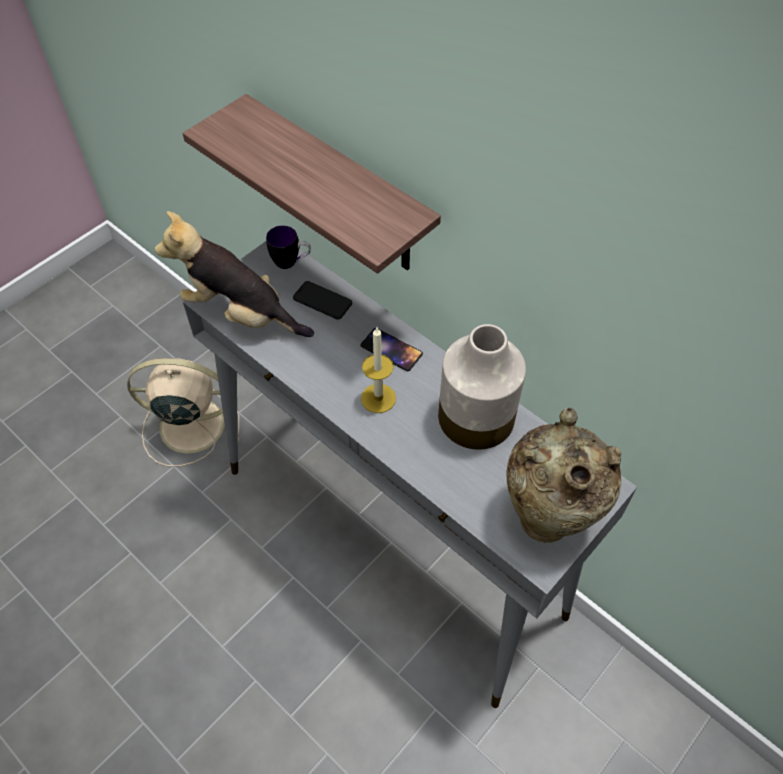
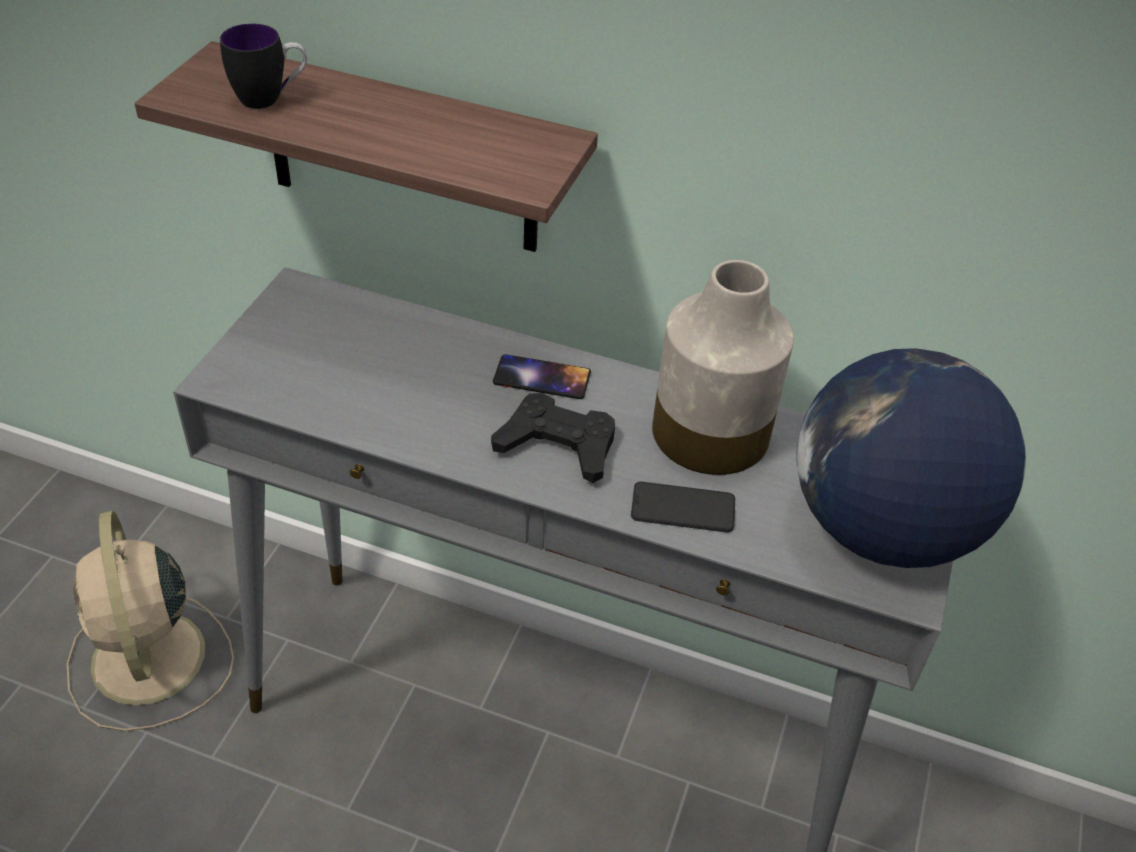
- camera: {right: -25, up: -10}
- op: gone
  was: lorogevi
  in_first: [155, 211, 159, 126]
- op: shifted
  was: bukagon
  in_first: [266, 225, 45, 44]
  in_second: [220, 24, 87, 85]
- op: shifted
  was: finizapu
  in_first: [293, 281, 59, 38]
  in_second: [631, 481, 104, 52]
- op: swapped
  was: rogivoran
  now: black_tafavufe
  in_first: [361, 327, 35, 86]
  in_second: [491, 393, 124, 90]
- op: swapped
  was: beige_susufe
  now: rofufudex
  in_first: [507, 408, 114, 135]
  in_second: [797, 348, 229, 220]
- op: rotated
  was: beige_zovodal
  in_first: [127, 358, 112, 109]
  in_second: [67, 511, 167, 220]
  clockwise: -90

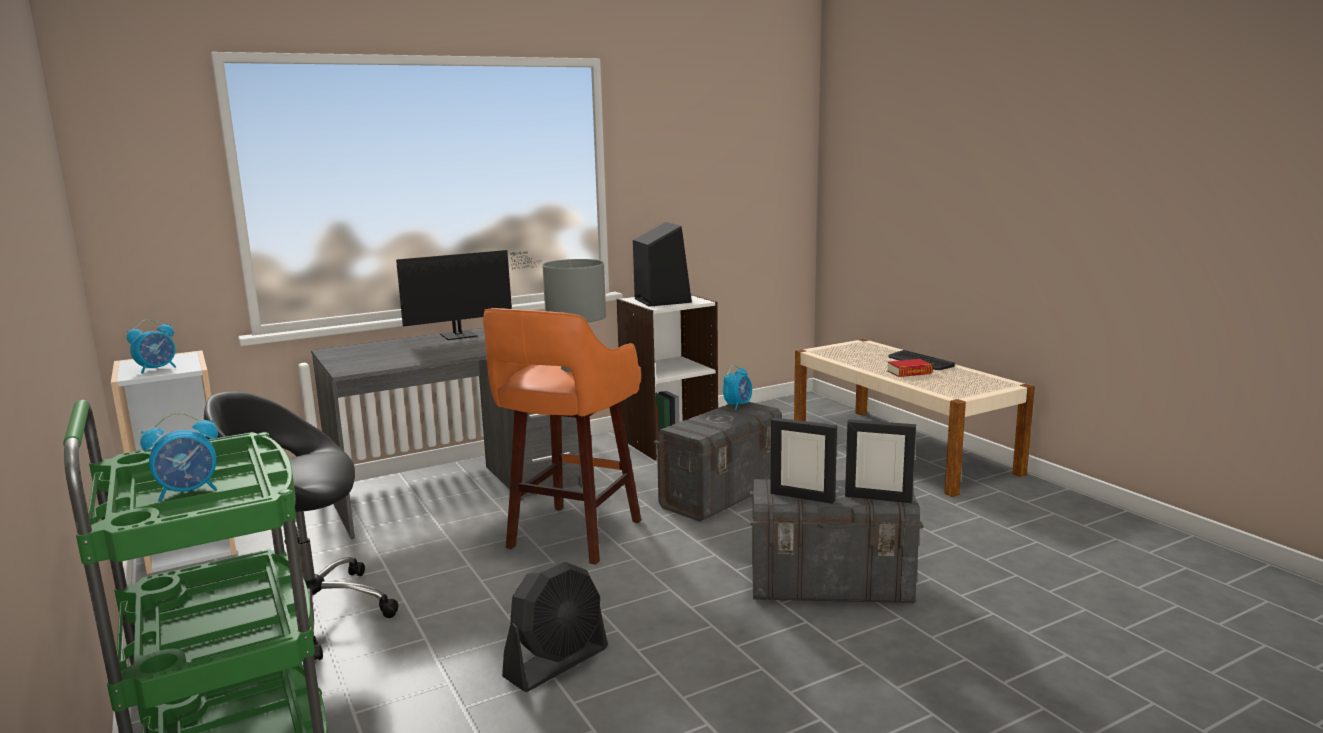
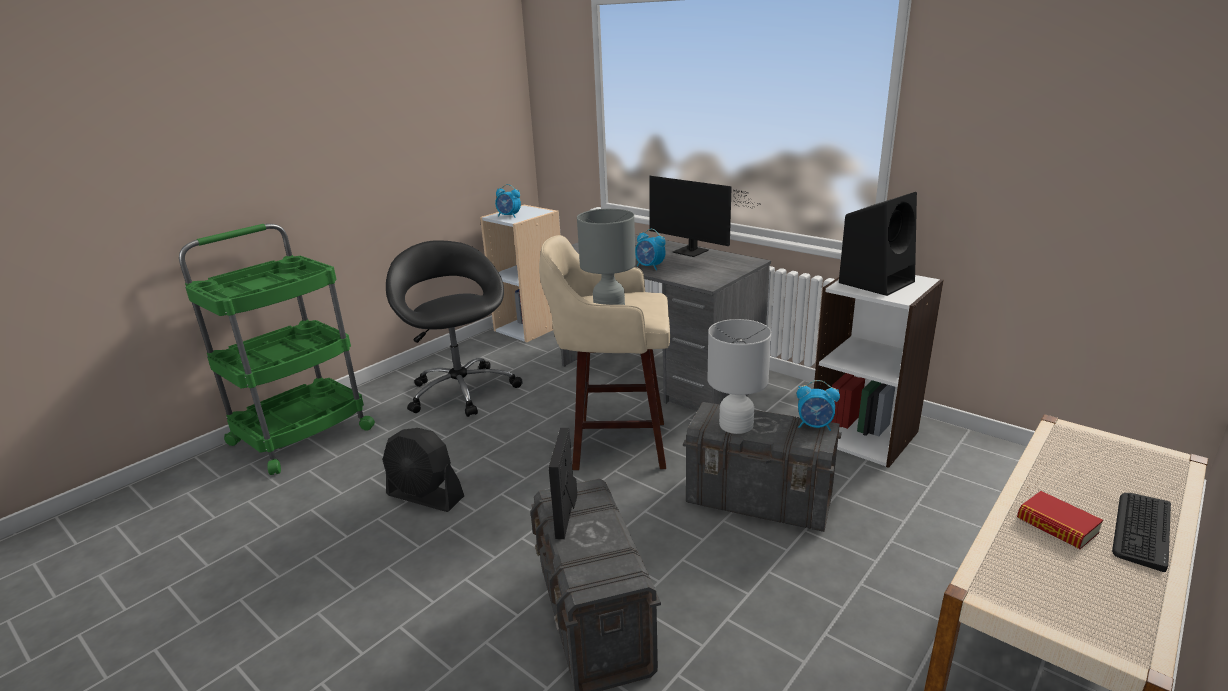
- camera: {right: 70, up: 10}
- op: gone
  was: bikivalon
  in_first: [845, 419, 71, 84]
- op: new
  now: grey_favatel
  in_second: [708, 319, 63, 115]
- op: shifted
  was: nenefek
  in_first: [140, 412, 78, 90]
  in_second: [635, 229, 31, 41]
- op: repainted
  was: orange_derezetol
  now: beige_derezetol
  in_first: [483, 308, 158, 257]
  in_second: [539, 235, 131, 235]

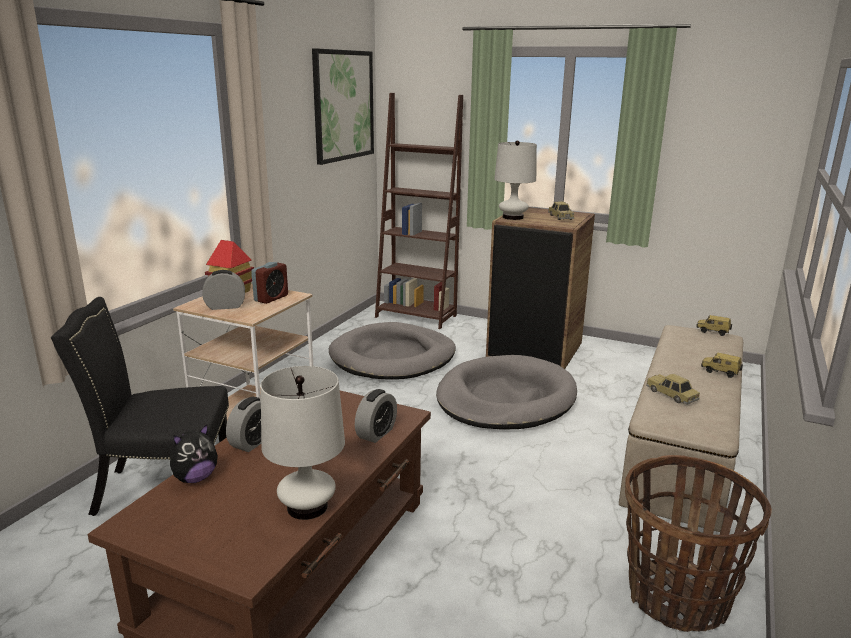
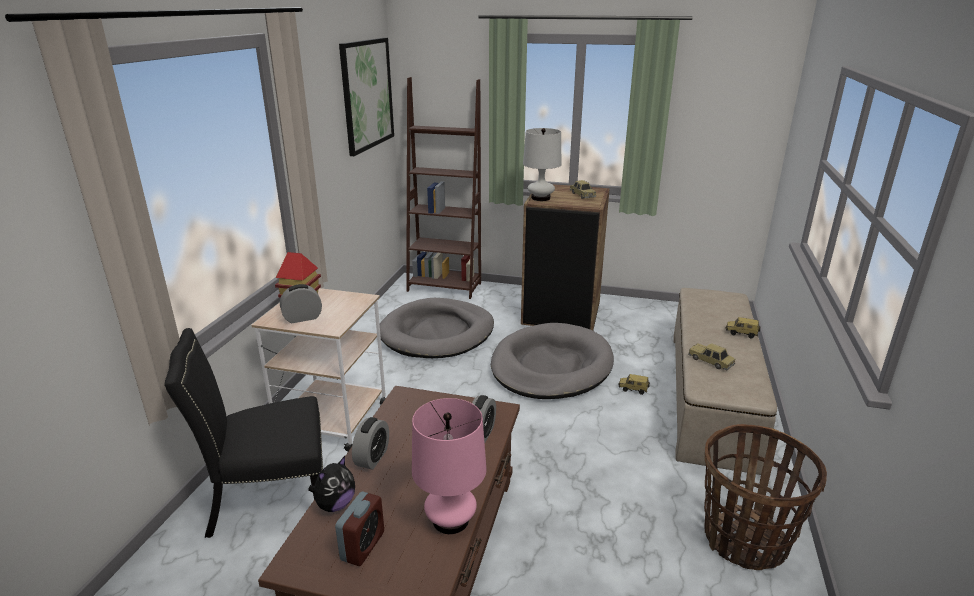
- camera: {right: -10, up: 5}
- op: shifted
  was: nenefek
  in_first: [251, 262, 37, 42]
  in_second: [335, 491, 49, 75]
- op: shifted
  was: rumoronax
  in_first: [696, 315, 36, 21]
  in_second: [618, 374, 32, 21]
- op: repainted
  was: white_favatel
  now: pink_favatel
  in_first: [261, 366, 84, 154]
  in_second: [412, 398, 75, 136]

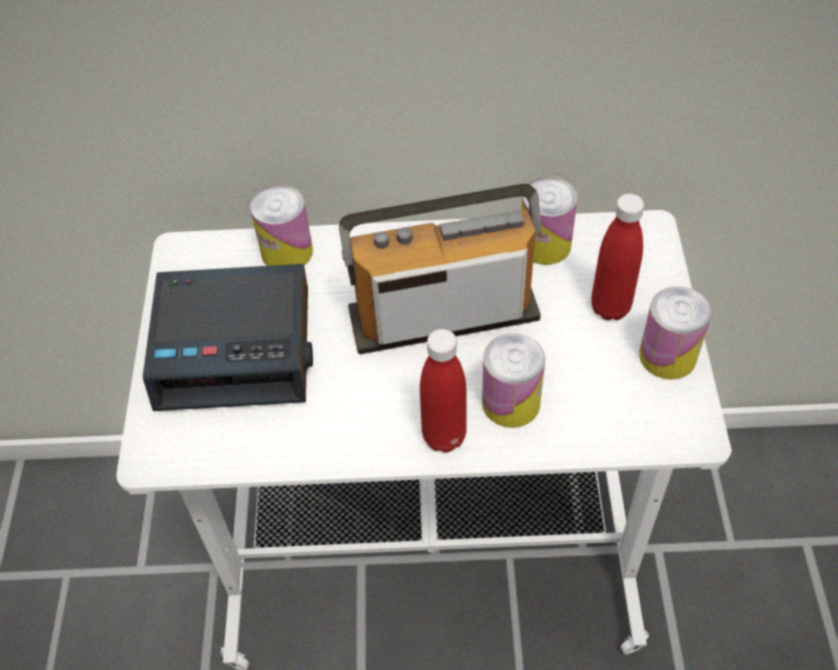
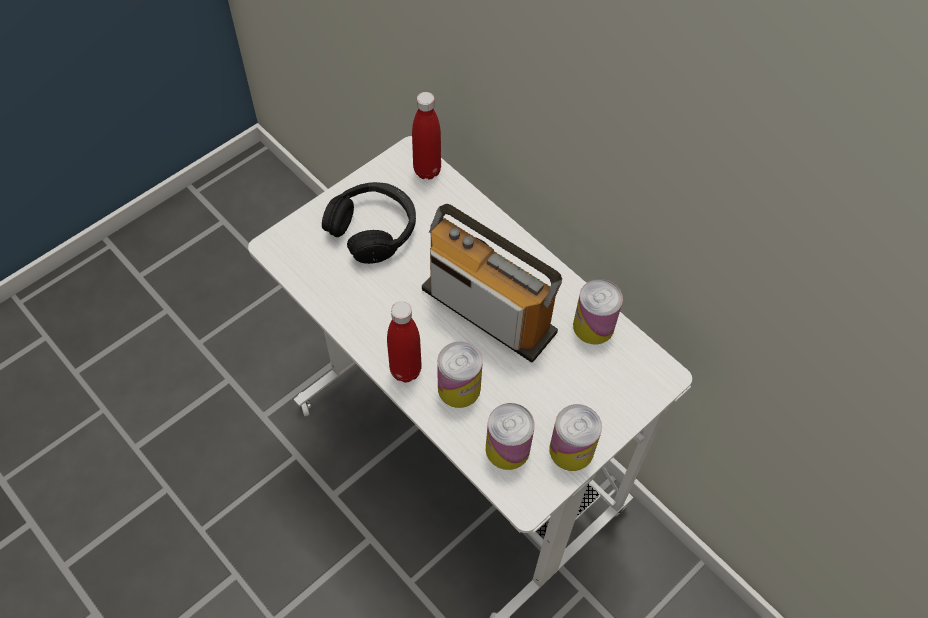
- camera: {right: 45, up: 5}
- op: shifted
  was: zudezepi
  in_first: [250, 185, 63, 81]
  in_second: [486, 403, 49, 67]
- op: shifted
  was: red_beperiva
  in_first: [591, 194, 53, 126]
  in_second: [412, 92, 29, 88]
- op: swapped
  was: nenefek
  now: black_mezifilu
  in_first: [143, 264, 170, 147]
  in_second: [322, 182, 94, 82]

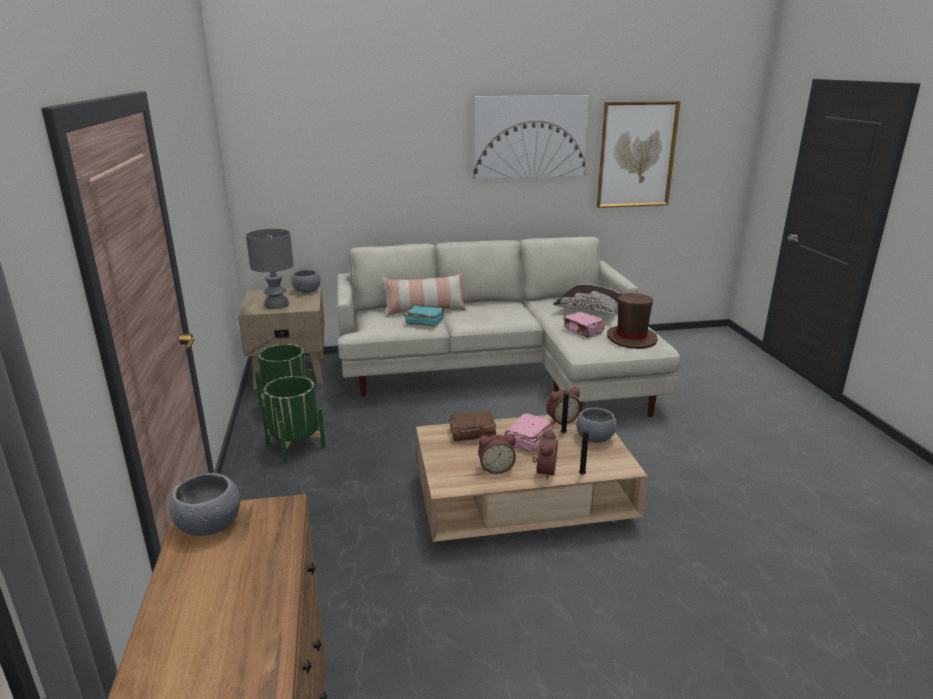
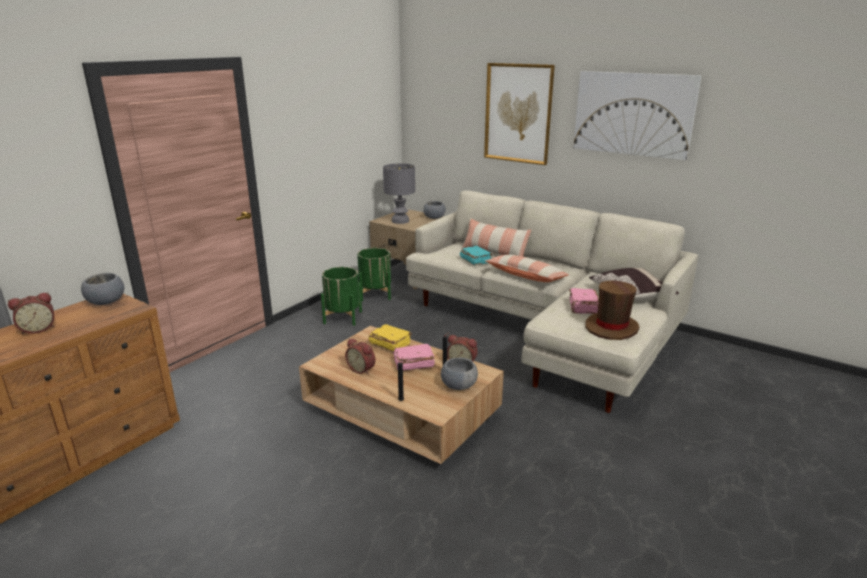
- camera: {right: 45, up: 0}
- op: new
  now: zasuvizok
  in_second: [485, 255, 84, 27]
- op: shifted
  was: nenefek
  in_first: [533, 429, 25, 51]
  in_second: [8, 292, 46, 42]
- op: shifted
  was: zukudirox
  in_first: [597, 101, 84, 107]
  in_second: [484, 63, 71, 102]
- op: repainted
  was: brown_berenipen
  now: yellow_berenipen
  in_first: [450, 411, 46, 31]
  in_second: [369, 324, 43, 28]

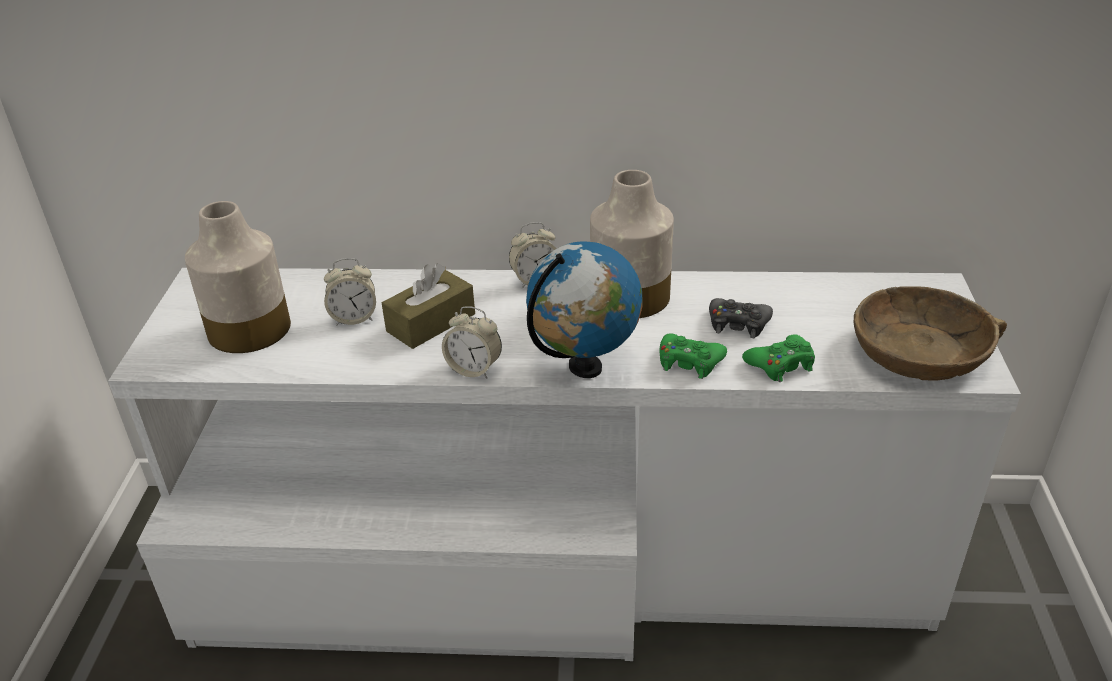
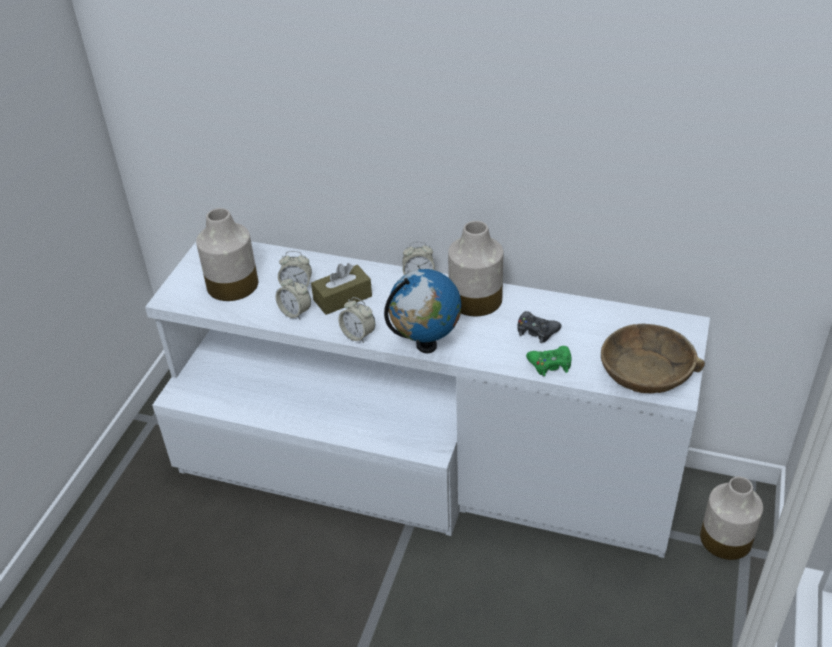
- camera: {right: 15, up: 5}
- op: gone
  was: green_tafavufe
  in_first: [660, 333, 67, 46]
- op: new
  now: nenefek
  in_second: [276, 275, 35, 45]
- op: new
  now: beige_susufe
  in_second: [700, 477, 63, 83]

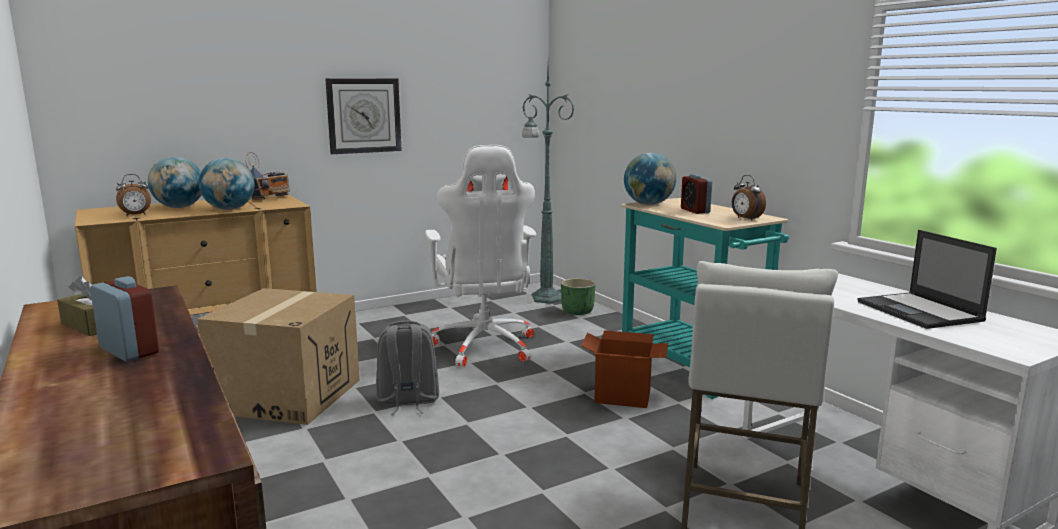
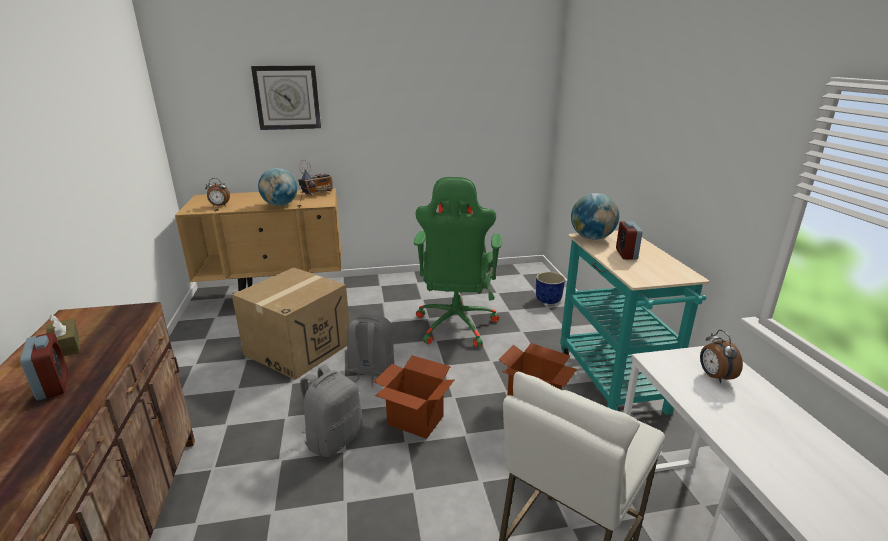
- camera: {right: 20, up: 10}
- op: gone
  was: rofufudex
  in_first: [148, 157, 54, 51]
- op: gone
  was: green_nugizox
  in_first: [522, 66, 53, 238]
- op: gone
  was: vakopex
  in_first: [858, 230, 139, 99]
- op: new
  now: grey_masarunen
  in_second: [300, 365, 62, 92]
- op: new
  now: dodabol
  in_second: [374, 355, 81, 84]
- op: shifted
  was: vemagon
  in_first: [325, 78, 77, 76]
  in_second: [251, 66, 70, 64]
- op: shifted
  was: nenefek
  in_first: [732, 175, 34, 45]
  in_second: [700, 330, 43, 53]
- op: repainted
  was: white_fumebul
  now: green_fumebul
  in_first: [425, 145, 111, 222]
  in_second: [414, 177, 88, 170]
- op: repainted
  was: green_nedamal
  now: blue_nedamal
  in_first: [561, 278, 35, 37]
  in_second: [536, 272, 29, 32]

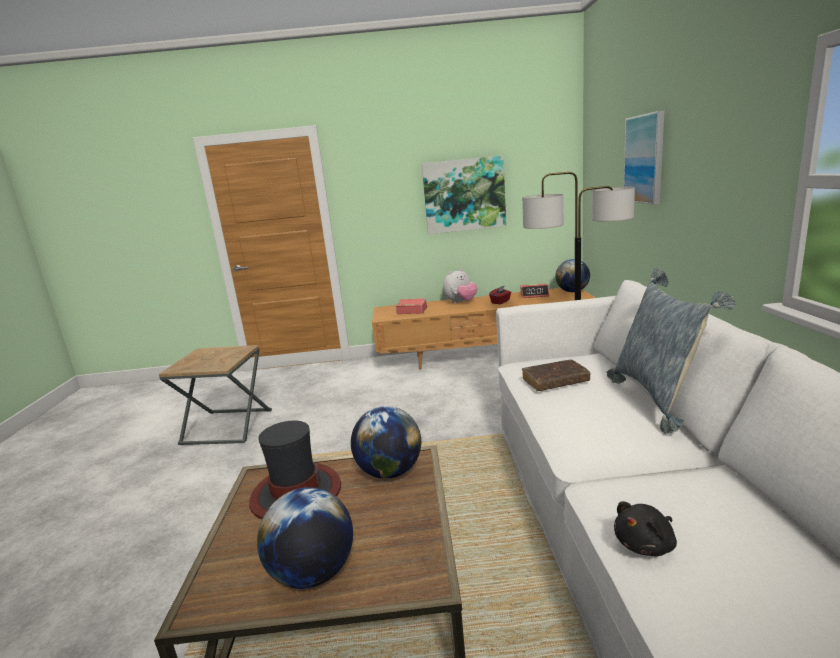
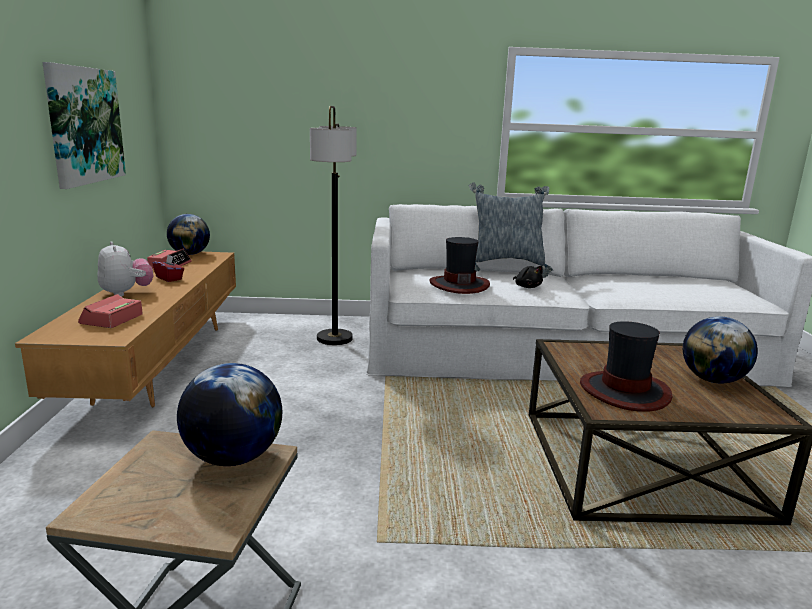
- camera: {right: -90, up: 0}
- op: gone
  was: zukudirox
  in_first: [624, 110, 41, 95]
- op: shifted
  was: rofufudex
  in_first: [351, 406, 70, 73]
  in_second: [177, 363, 105, 103]
- op: shifted
  was: black_lorogevi
  in_first: [614, 501, 63, 55]
  in_second: [513, 266, 30, 22]
- op: swapped
  was: brown_berenipen
  now: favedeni
  in_first: [522, 359, 69, 32]
  in_second: [429, 237, 61, 57]

